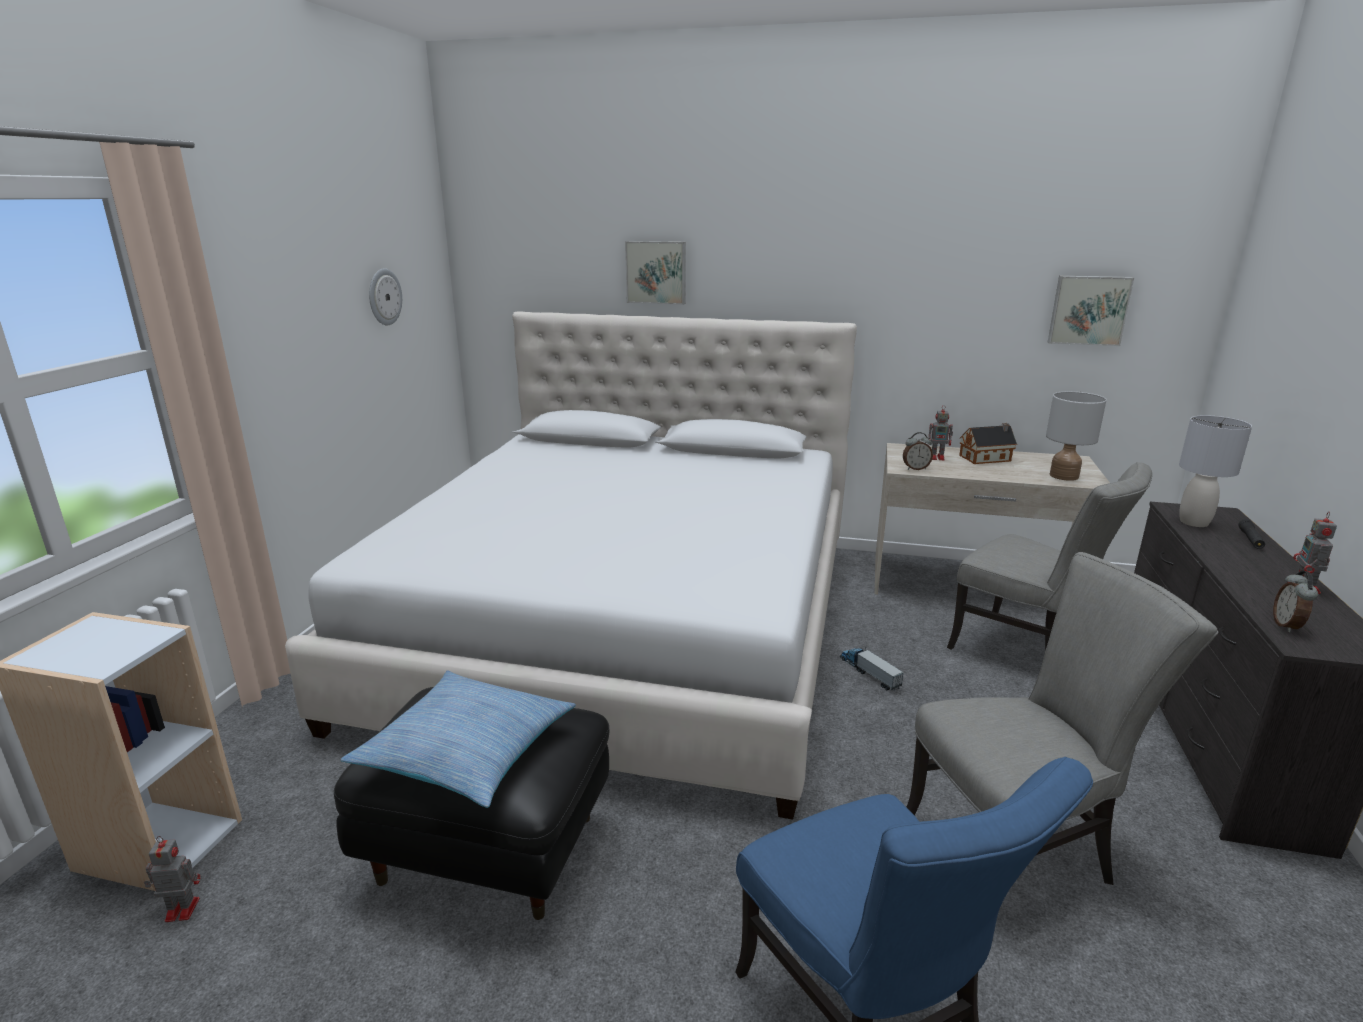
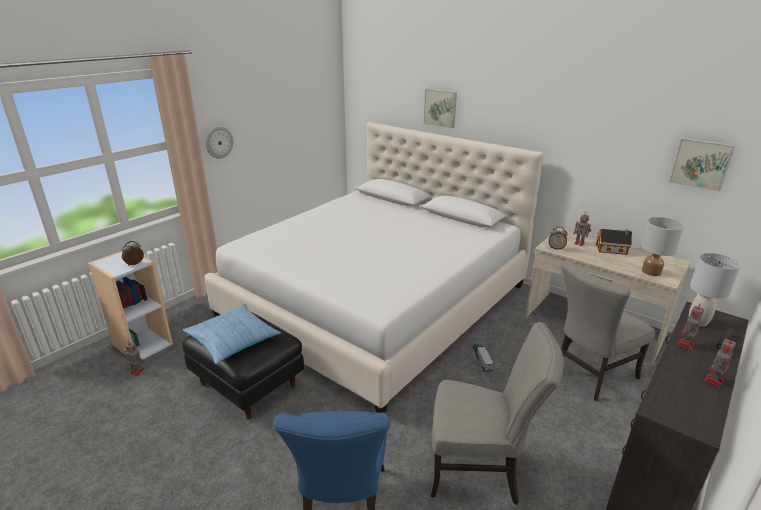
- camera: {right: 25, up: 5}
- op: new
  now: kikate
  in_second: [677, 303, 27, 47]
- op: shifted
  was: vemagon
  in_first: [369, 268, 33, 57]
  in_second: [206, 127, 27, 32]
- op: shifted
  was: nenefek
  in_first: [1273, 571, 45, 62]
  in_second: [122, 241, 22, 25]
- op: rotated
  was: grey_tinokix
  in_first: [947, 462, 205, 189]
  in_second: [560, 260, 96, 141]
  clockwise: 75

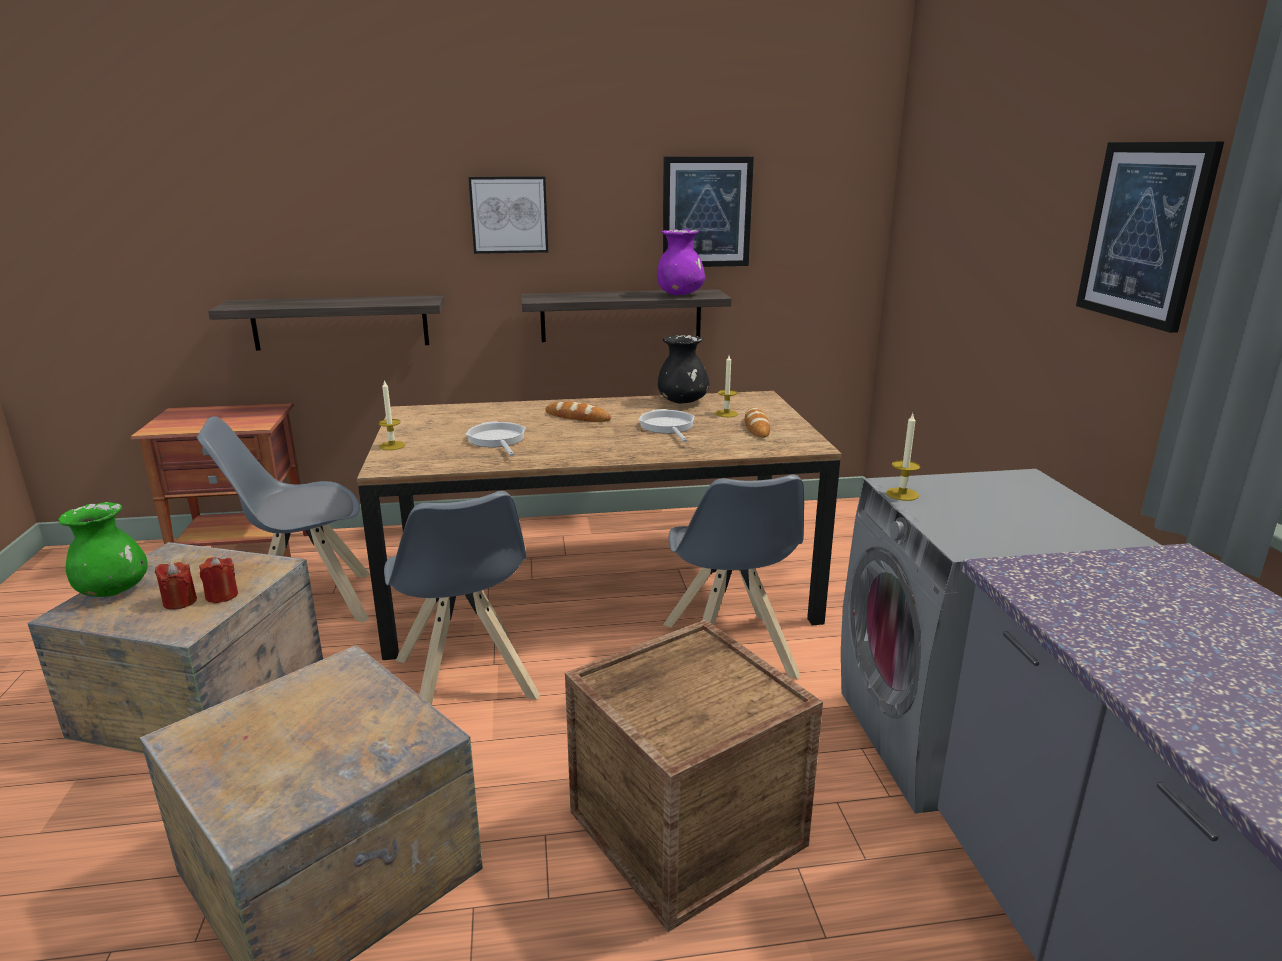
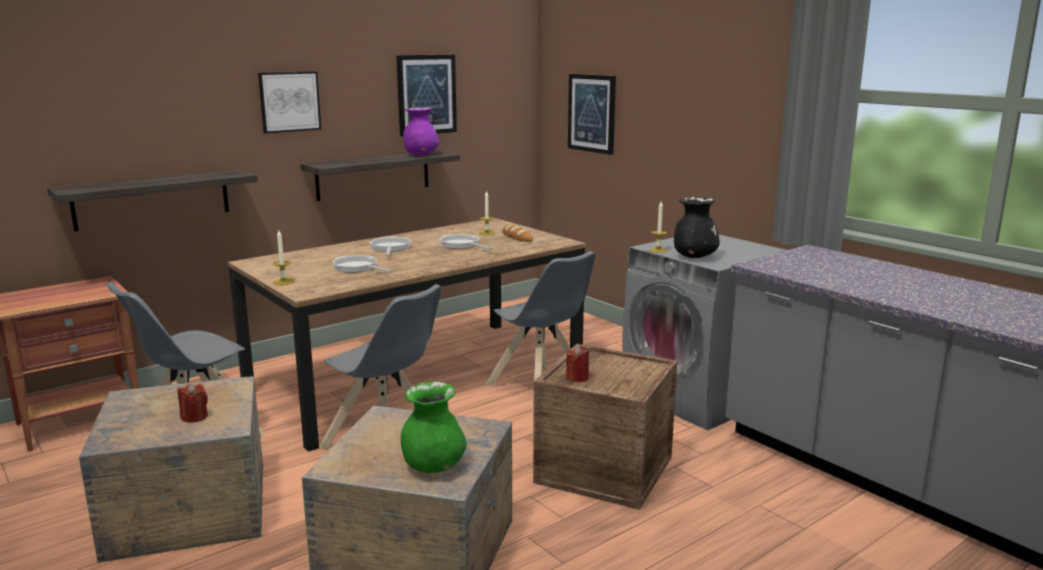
- camera: {right: -30, up: -5}
- op: shifted
  was: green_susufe
  in_first: [58, 502, 90, 95]
  in_second: [400, 382, 67, 91]
- op: shifted
  was: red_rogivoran
  in_first: [199, 556, 39, 48]
  in_second: [566, 346, 24, 36]
- op: shifted
  was: black_susufe
  in_first: [658, 335, 51, 69]
  in_second: [674, 197, 46, 61]
- op: shifted
  was: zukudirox
  in_first: [1076, 142, 148, 191]
  in_second: [568, 74, 48, 81]
- op: swapped
  was: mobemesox
  now: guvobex
  in_first: [545, 402, 66, 20]
  in_second: [369, 236, 43, 20]

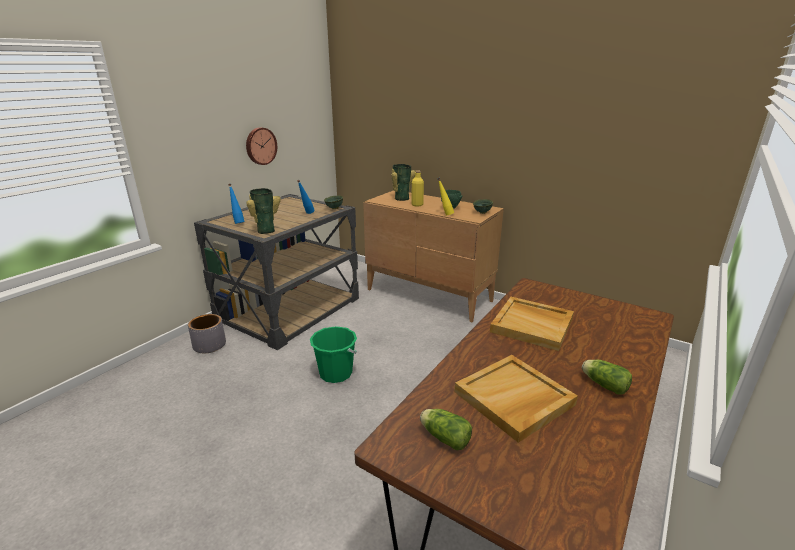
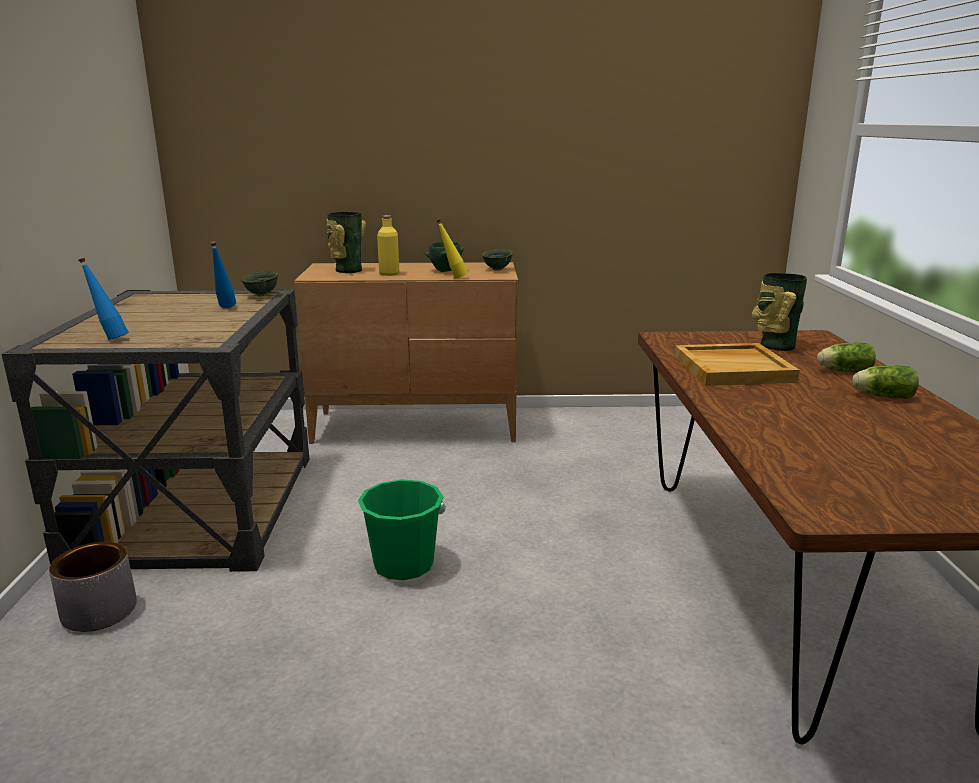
- camera: {right: -35, up: -5}
- op: gone
  was: vemagon
  in_first: [246, 127, 31, 38]
- op: gone
  was: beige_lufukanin
  in_first: [455, 355, 123, 88]
- op: shifted
  was: susufe
  in_first: [246, 188, 35, 46]
  in_second: [751, 273, 56, 78]
- op: shifted
  was: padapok
  in_first: [420, 409, 52, 41]
  in_second: [817, 343, 59, 29]

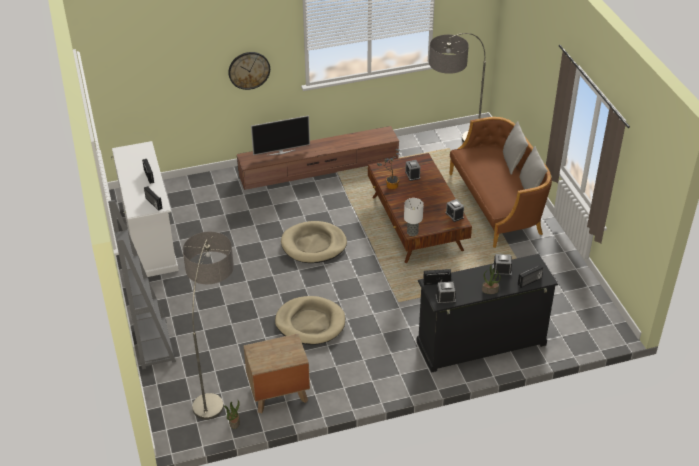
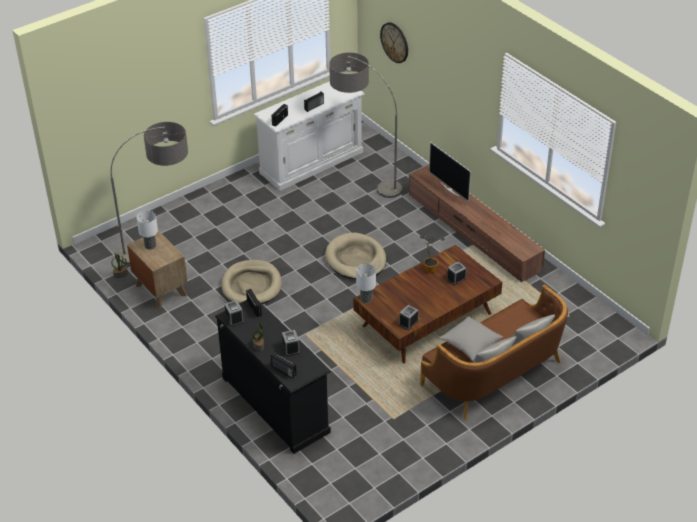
- camera: {right: 70, up: 0}
- op: gone
  was: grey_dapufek
  in_first: [108, 200, 68, 169]
- op: new
  now: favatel
  in_second: [137, 211, 21, 39]
- op: new
  now: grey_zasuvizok
  in_second: [439, 316, 64, 45]
- op: shifted
  was: vemagon
  in_first: [228, 52, 42, 38]
  in_second: [380, 22, 28, 41]
- op: shifted
  was: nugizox
  in_first: [429, 33, 57, 110]
  in_second: [329, 53, 73, 145]

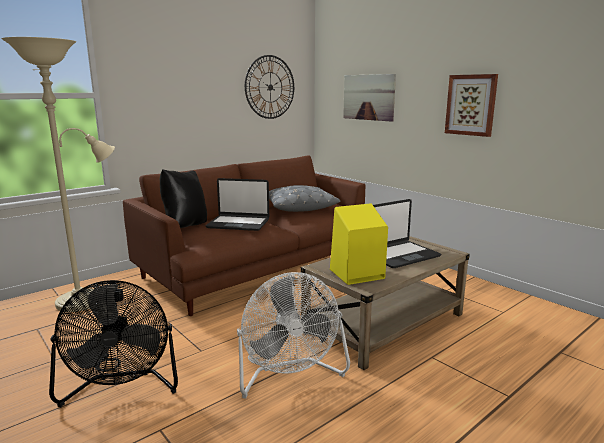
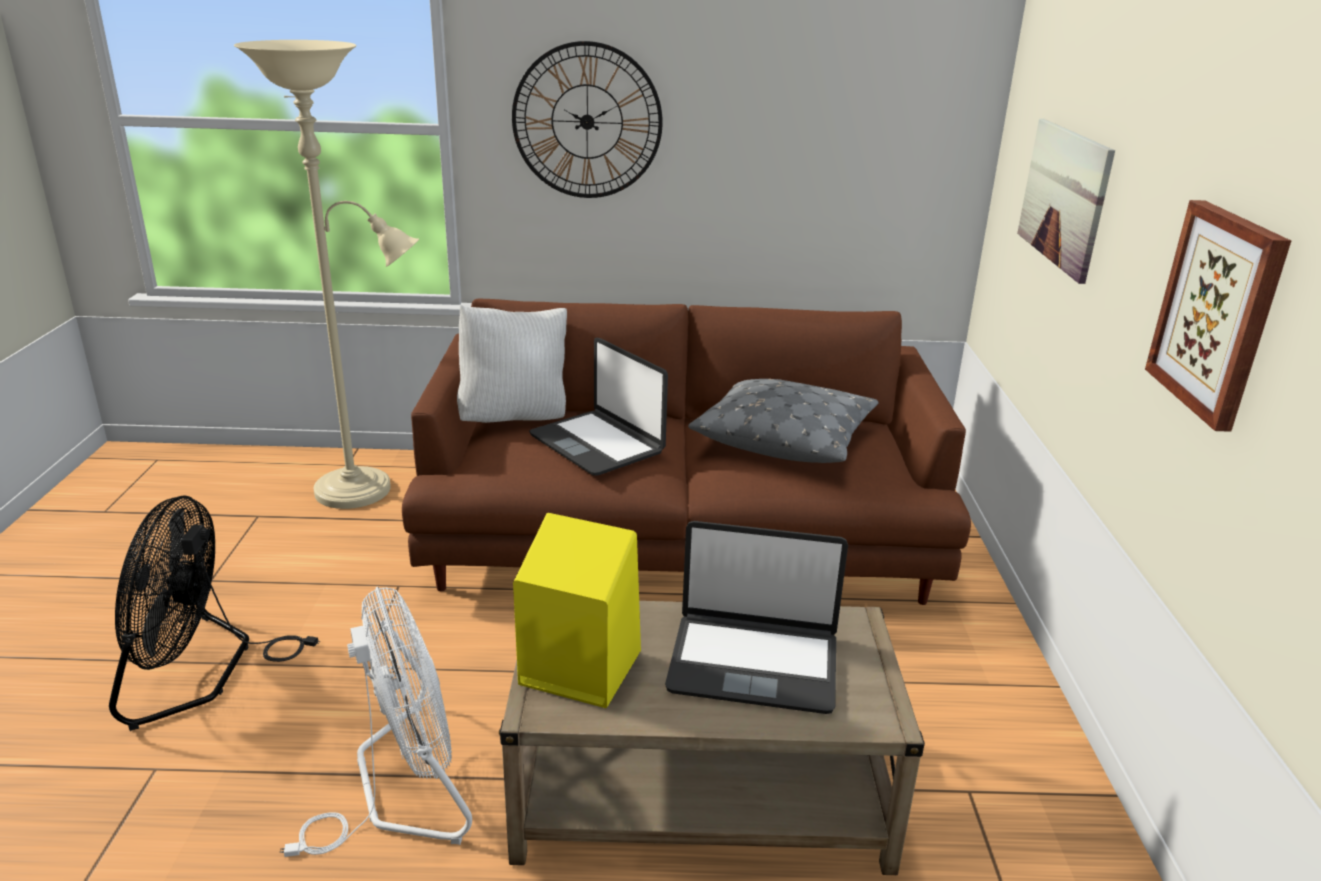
- camera: {right: 40, up: 10}
- op: shifted
  was: vemagon
  in_first: [245, 55, 49, 64]
  in_second: [512, 41, 151, 157]
- op: repainted
  was: black_zasuvizok
  now: white_zasuvizok
  in_first: [160, 169, 47, 59]
  in_second: [457, 305, 110, 118]
- op: rotated
  was: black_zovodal
  in_first: [49, 280, 129, 127]
  in_second: [109, 496, 210, 235]
  clockwise: 60
- op: rotated
  was: white_zovodal
  in_first: [237, 272, 113, 127]
  in_second: [280, 587, 192, 270]
  clockwise: -135

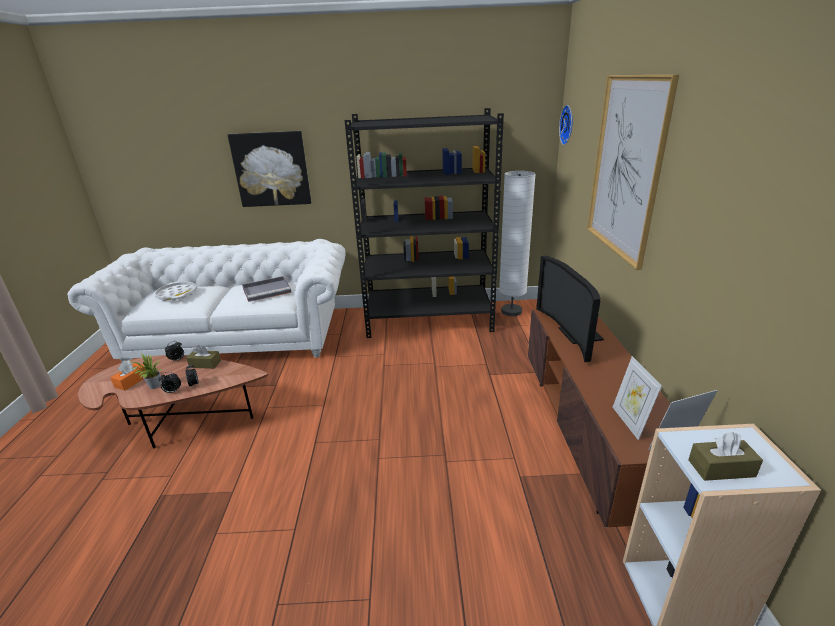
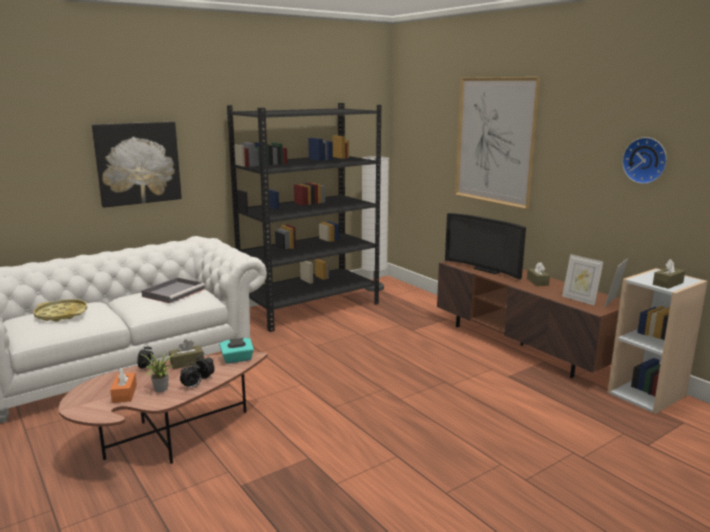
- camera: {right: -35, up: -10}
- op: new
  now: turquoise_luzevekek
  in_second: [219, 338, 35, 26]
- op: new
  now: brown_luzevekek
  in_second: [527, 262, 23, 24]
- op: shifted
  was: vemagon
  in_first: [559, 105, 14, 40]
  in_second: [622, 137, 45, 47]
- op: repainted
  was: white_lufukanin
  now: yellow_lufukanin
  in_first: [154, 282, 43, 19]
  in_second: [34, 299, 53, 23]

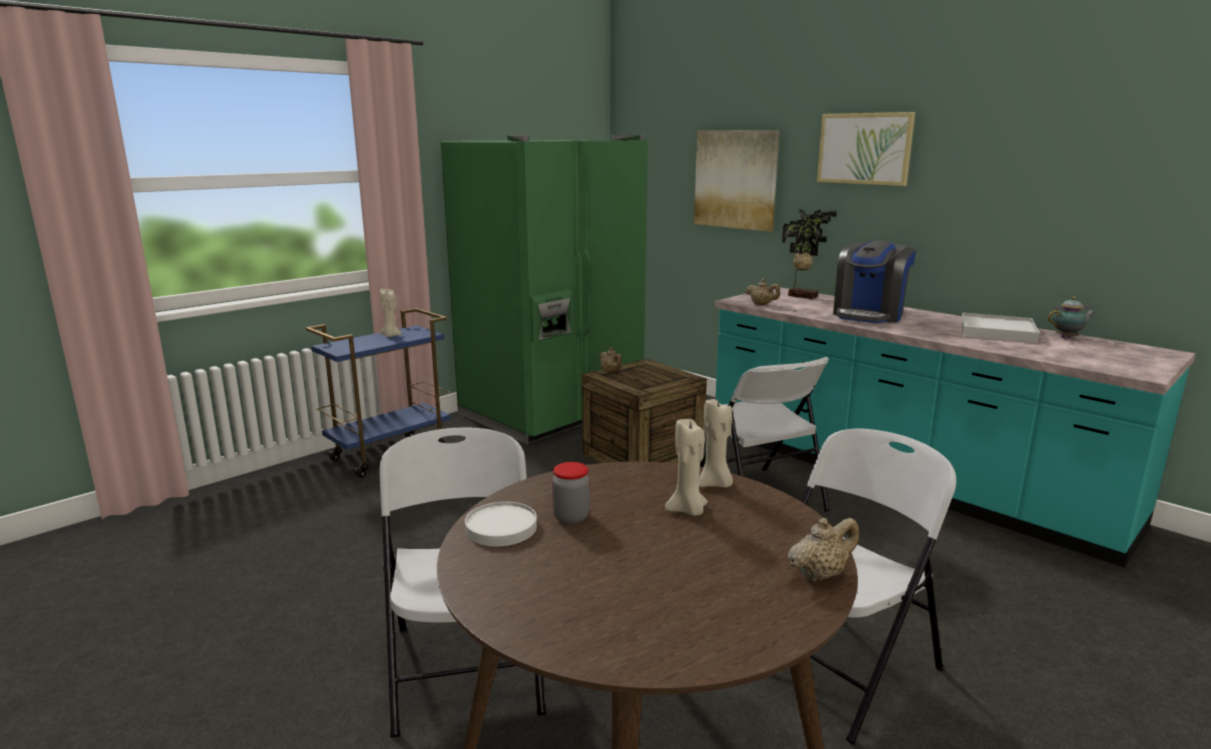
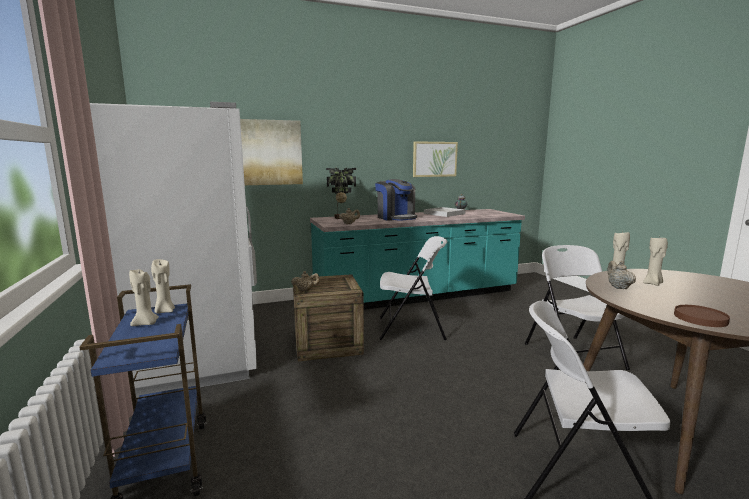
- camera: {right: -65, up: -5}
- op: gone
  was: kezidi
  in_first: [552, 462, 38, 62]
- op: new
  now: beige_rogivoran
  in_second: [151, 259, 24, 55]
- op: shifted
  was: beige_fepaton
  in_first: [787, 518, 72, 63]
  in_second: [607, 261, 29, 28]
- op: shifted
  was: zukudirox
  in_first: [817, 112, 98, 74]
  in_second: [413, 141, 45, 36]
- op: repainted
  was: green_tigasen
  now: white_tigasen
  in_first: [441, 135, 207, 309]
  in_second: [90, 102, 167, 296]
- op: repainted
  was: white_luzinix
  now: brown_luzinix
  in_first: [465, 502, 72, 44]
  in_second: [674, 305, 56, 22]

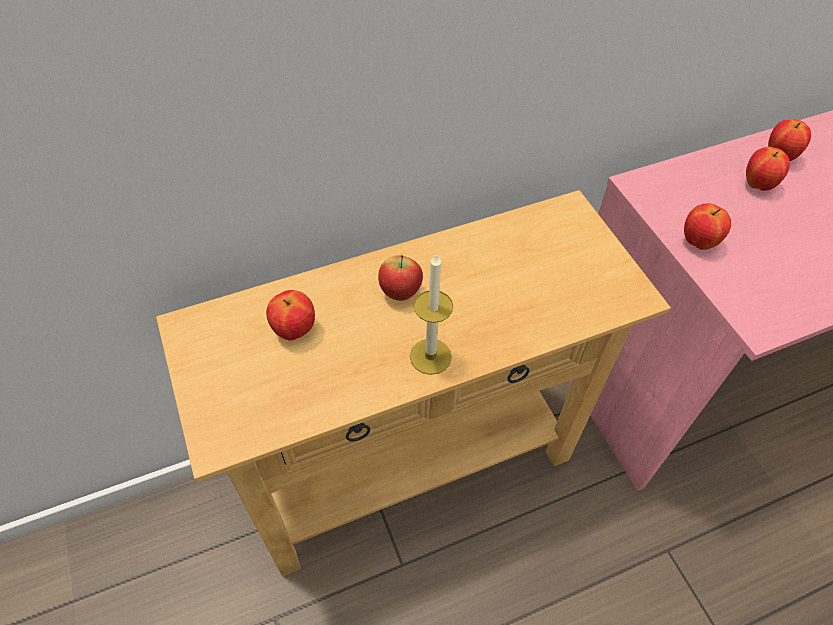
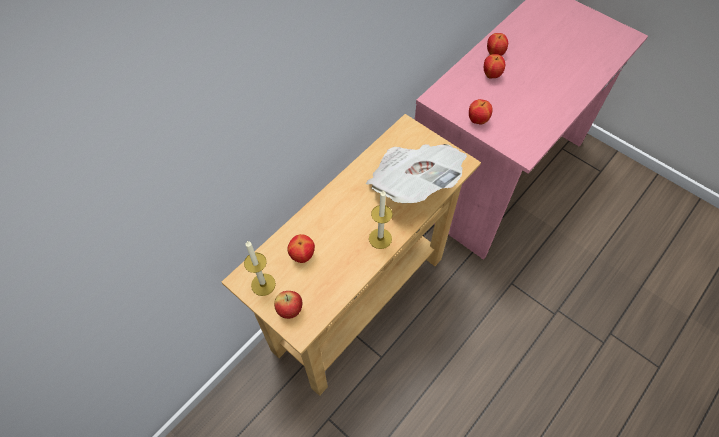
- camera: {right: -25, up: 5}
- op: new
  now: rogivoran
  in_second: [244, 241, 32, 55]
- op: new
  now: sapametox
  in_second: [366, 144, 101, 59]
- op: shifted
  was: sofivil
  in_first: [378, 255, 45, 46]
  in_second: [274, 291, 29, 28]

